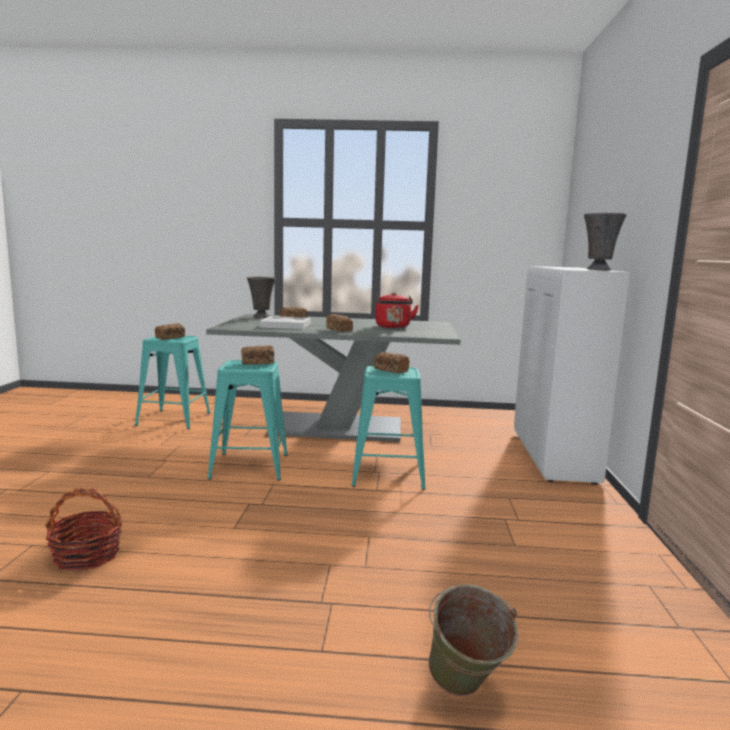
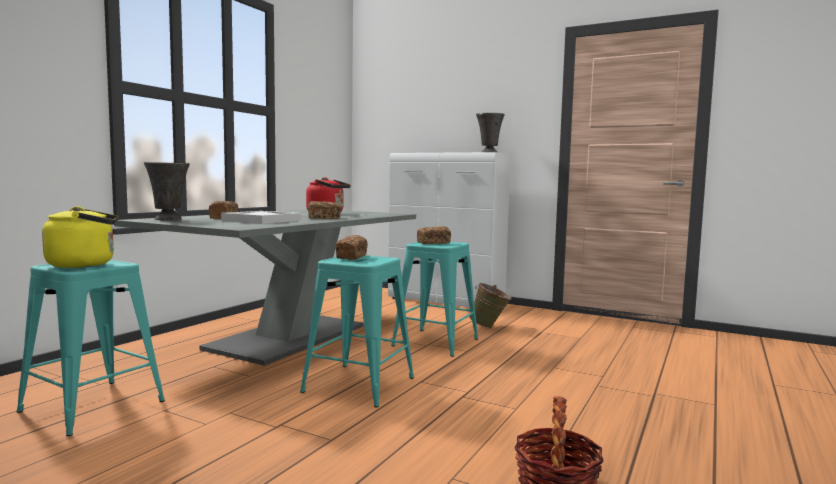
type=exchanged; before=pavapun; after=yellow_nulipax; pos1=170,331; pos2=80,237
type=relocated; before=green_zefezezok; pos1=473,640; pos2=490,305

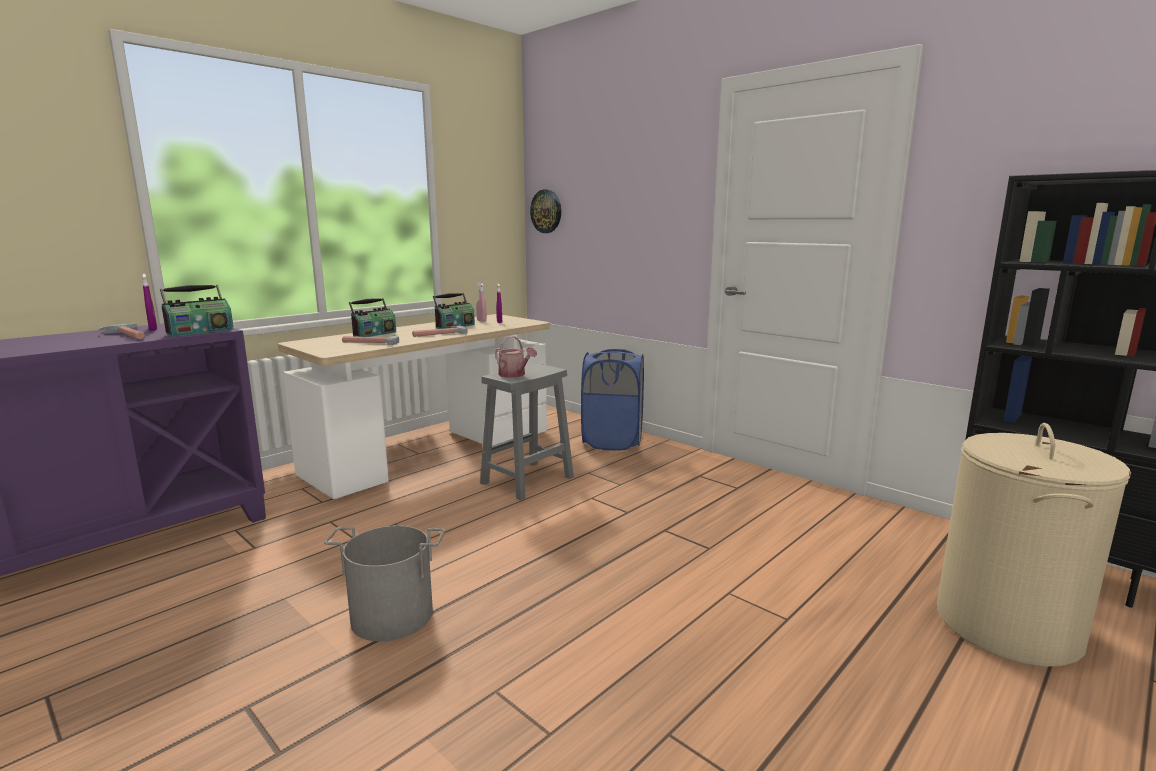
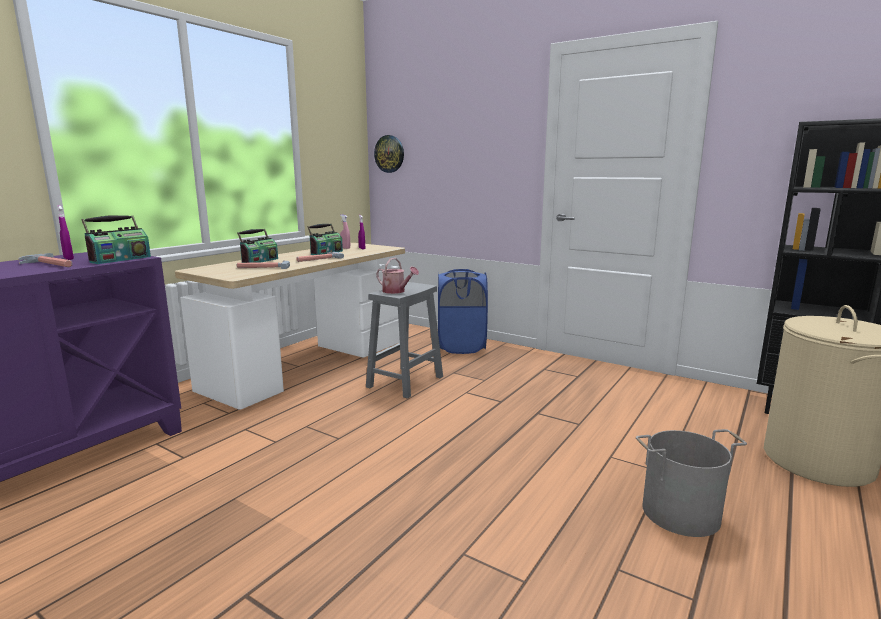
type=relocated; before=grey_zefezezok; pos1=384,583; pos2=691,483

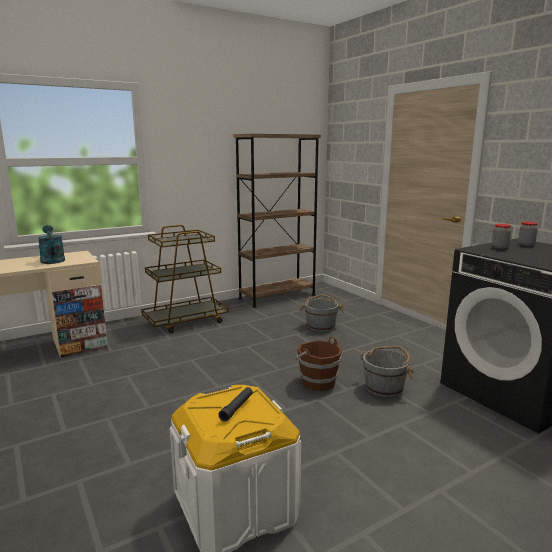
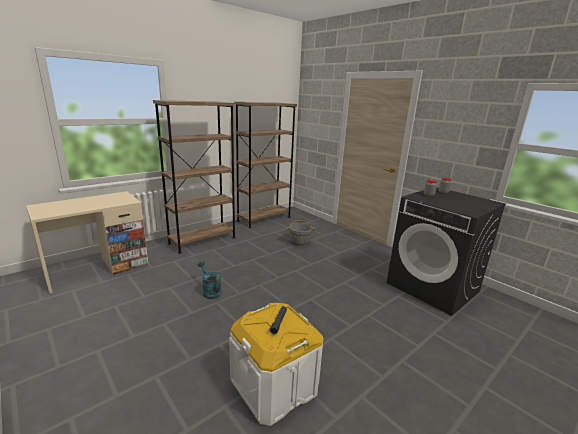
type=relocated; before=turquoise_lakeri; pos1=51,244; pos2=209,280
type=exchanged; before=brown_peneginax; after=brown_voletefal; pos1=185,279; pos2=194,177
type=missing; before=brown_zefezezok; pos1=318,364
type=missing; before=grey_zefezezok; pos1=387,371

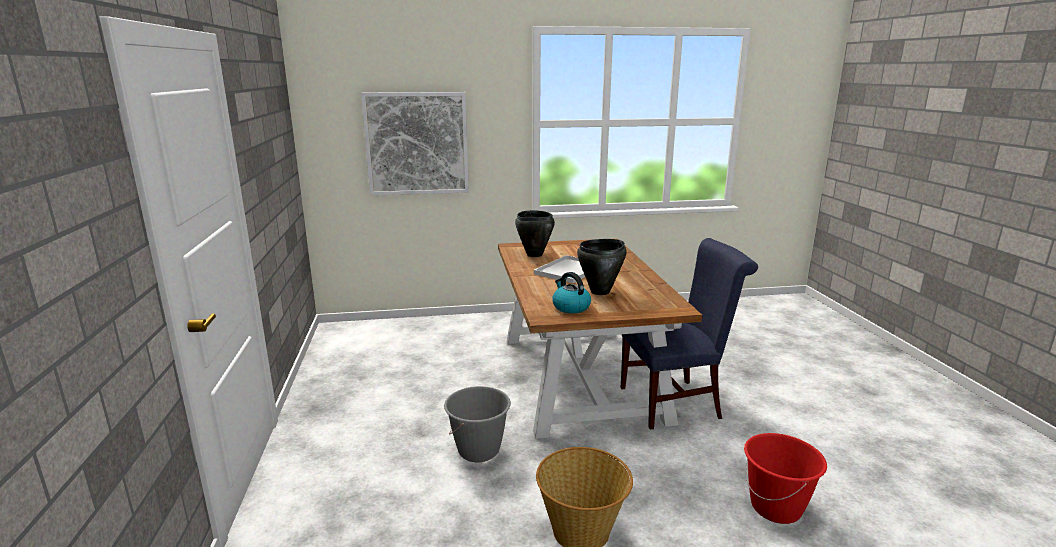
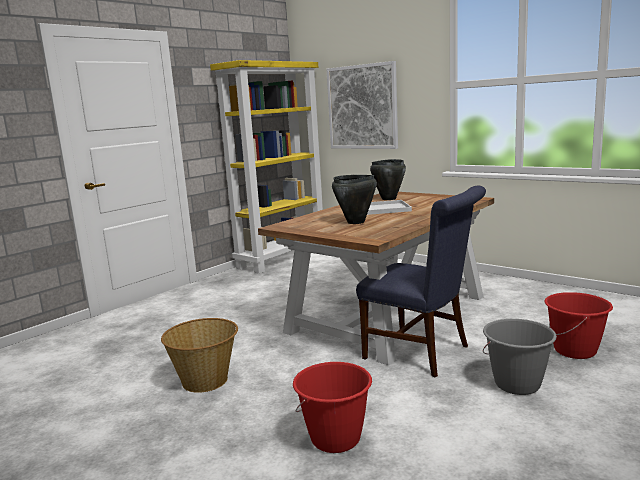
type=missing; before=nulipax; pos1=571,292
type=relocated; before=grey_zefezezok; pos1=477,424; pos2=520,357
type=appeared; after=yellow_voletefal; pos2=266,167
type=appeared; after=red_zefezezok; pos2=579,325

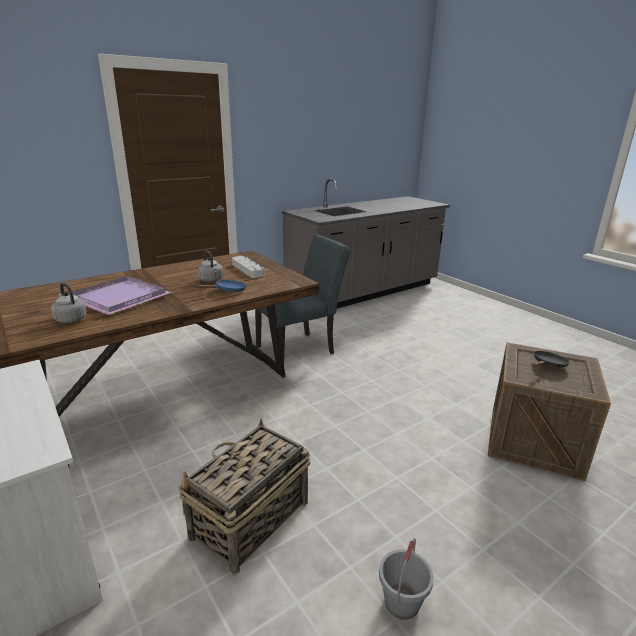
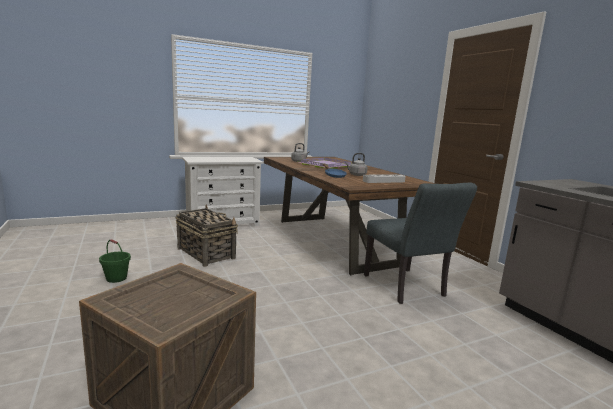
type=missing; before=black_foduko; pos1=550,359
type=colour; before=grey_zefezezok; after=green_zefezezok; pos1=406,579; pos2=115,261

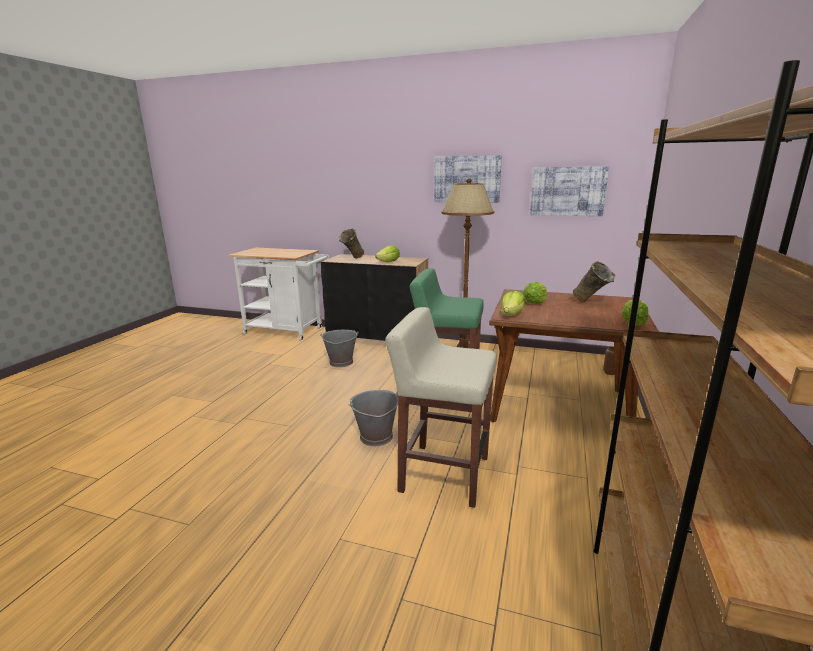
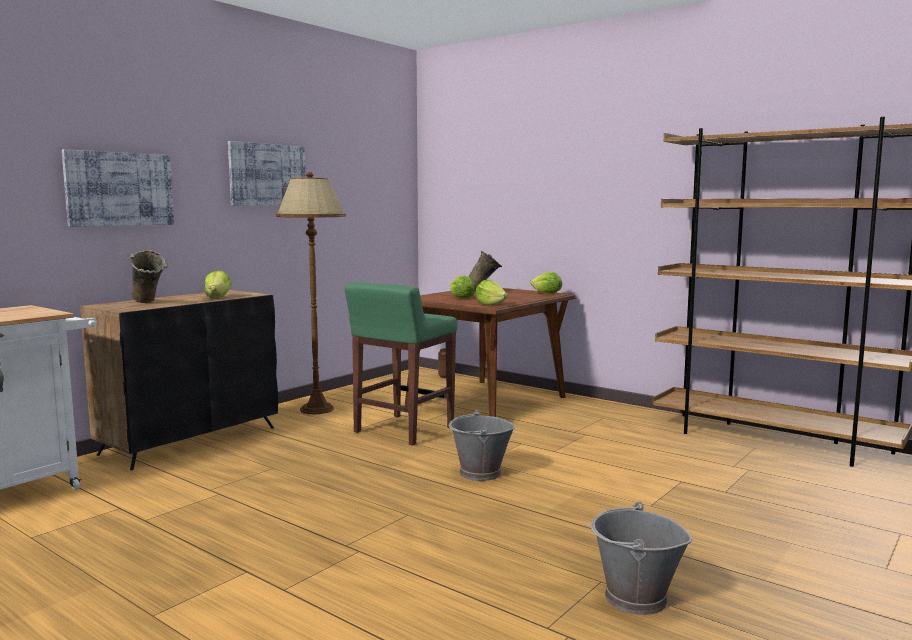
type=relocated; before=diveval; pos1=569,191; pos2=118,188
type=missing; before=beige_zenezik; pos1=441,407
type=relocated; before=grey_zefezezok; pos1=339,348; pos2=641,558

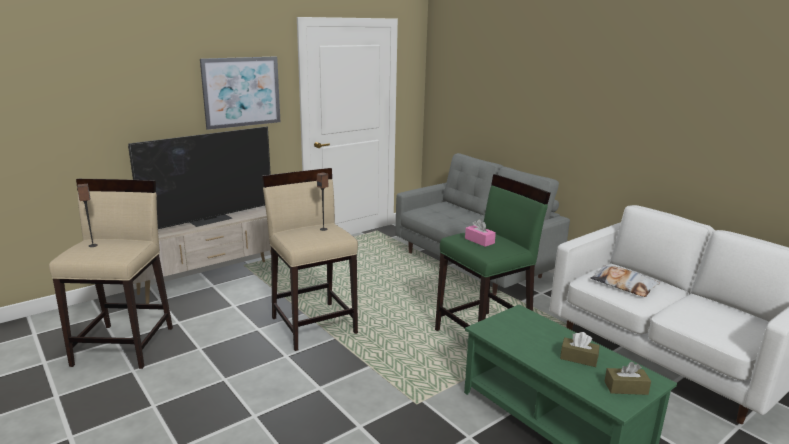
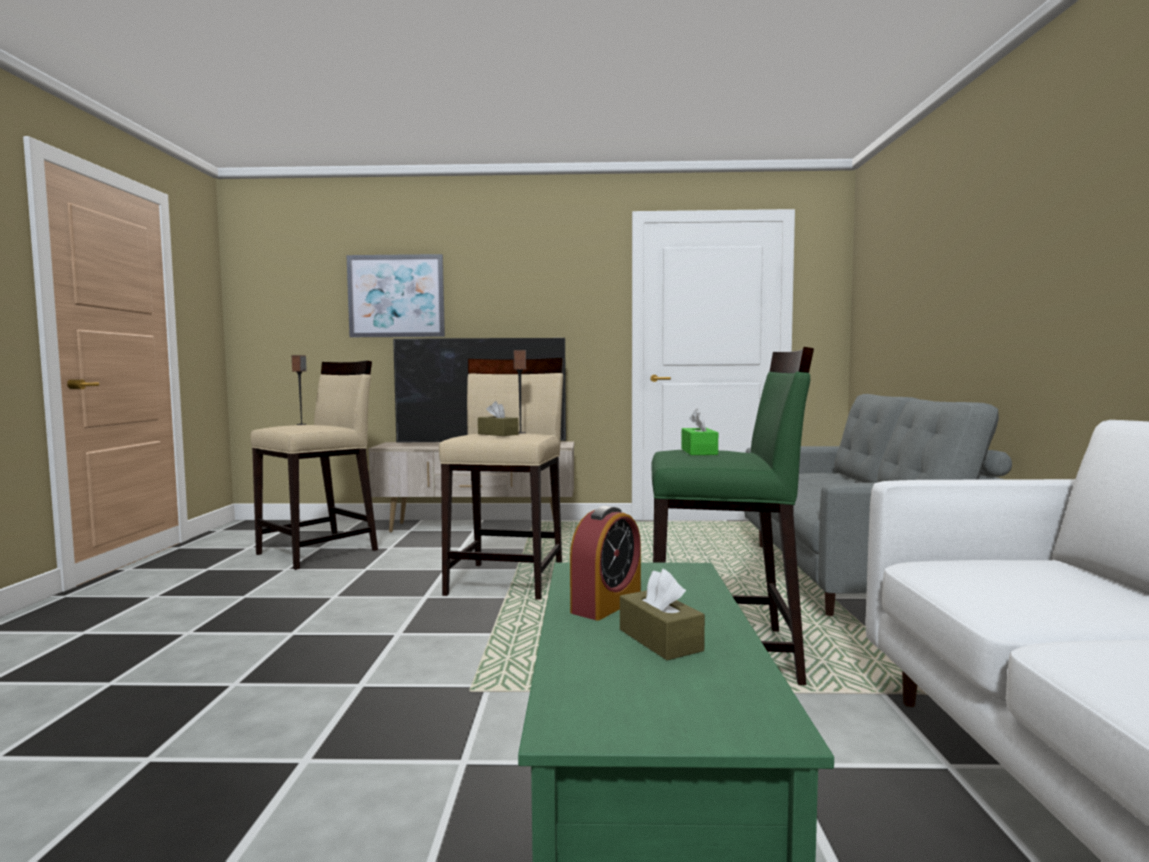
type=relocated; before=diveval; pos1=240,93; pos2=395,295
type=colour; before=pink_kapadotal; after=green_kapadotal; pos1=480,233; pos2=699,432
type=missing; before=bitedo; pos1=625,281
type=relocated; before=brown_kapadotal; pos1=627,378; pos2=498,418
type=appeared; after=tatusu; pos2=605,563

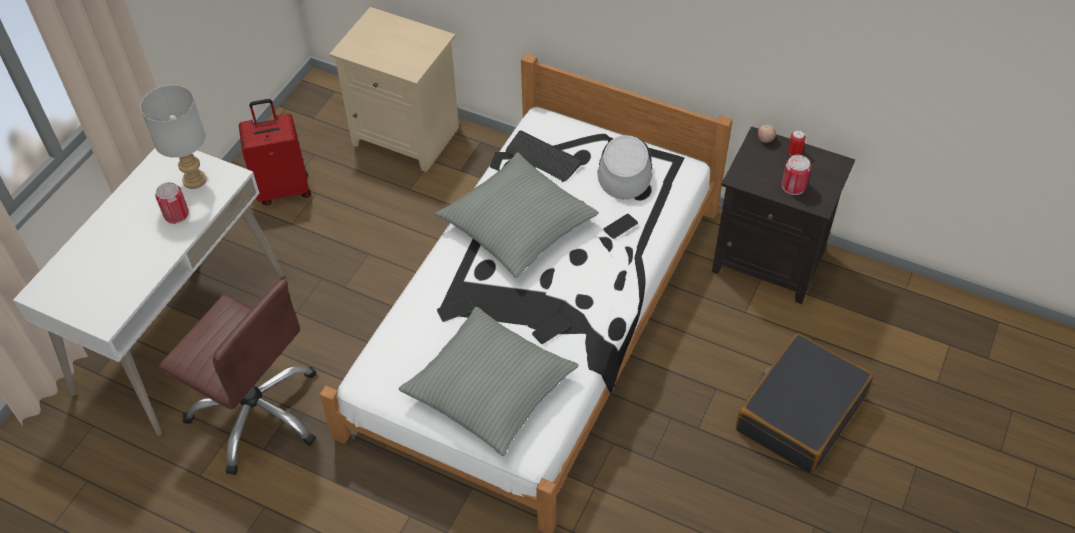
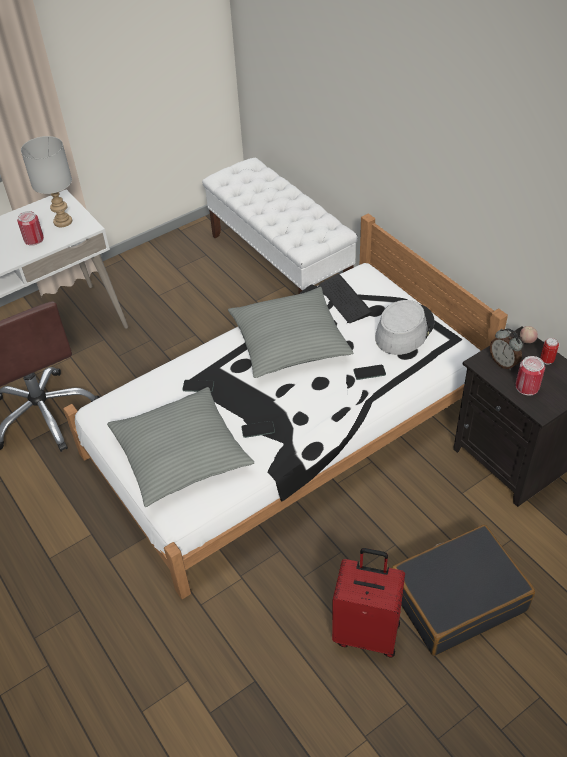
type=exchanged; before=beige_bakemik; after=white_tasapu; pos1=394,89; pos2=280,225
type=relocated; before=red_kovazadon; pos1=275,152; pos2=368,603
type=appeared; after=tatusu; pos2=506,349

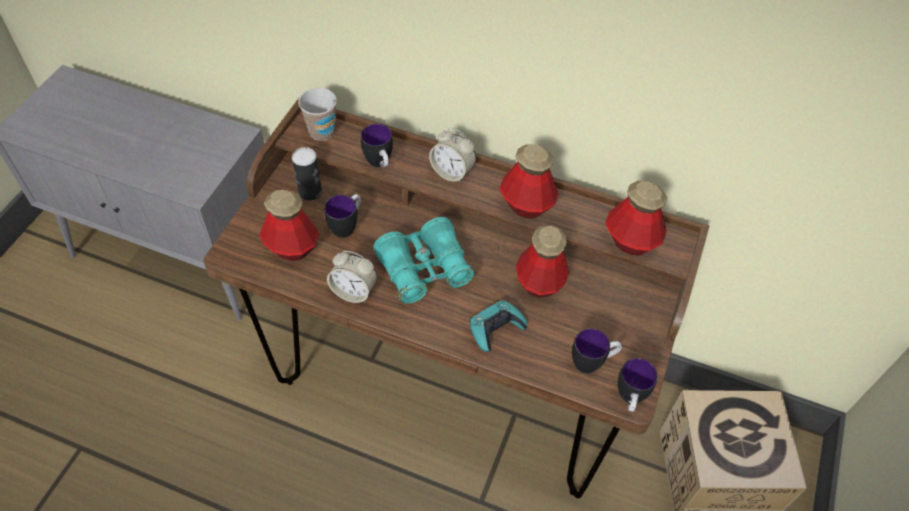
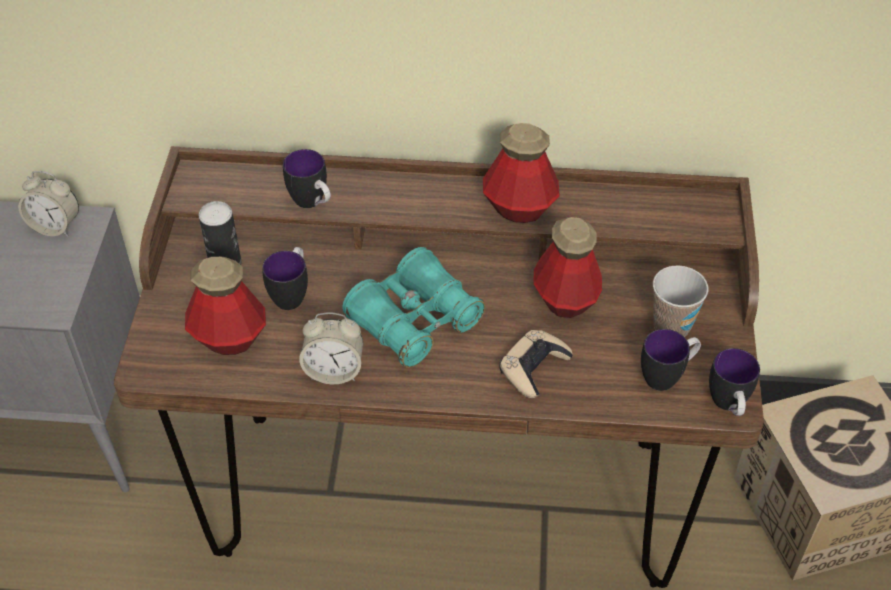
type=relocated; before=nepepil; pos1=317,114; pos2=680,301
type=relocated; before=tatusu; pos1=452,156; pos2=48,203
type=missing; before=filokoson; pos1=636,218
type=colour; before=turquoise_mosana; after=beige_mosana; pos1=499,326; pos2=536,364

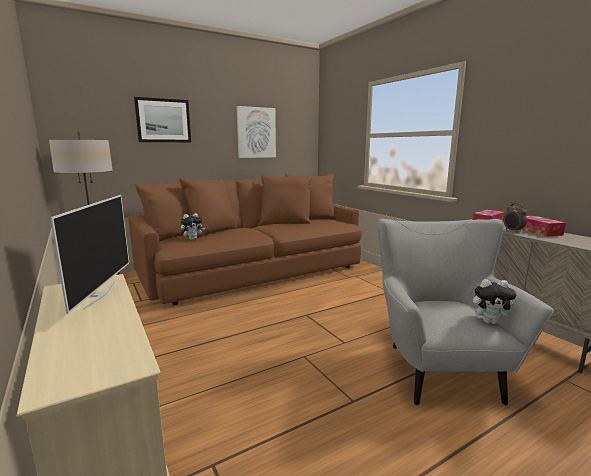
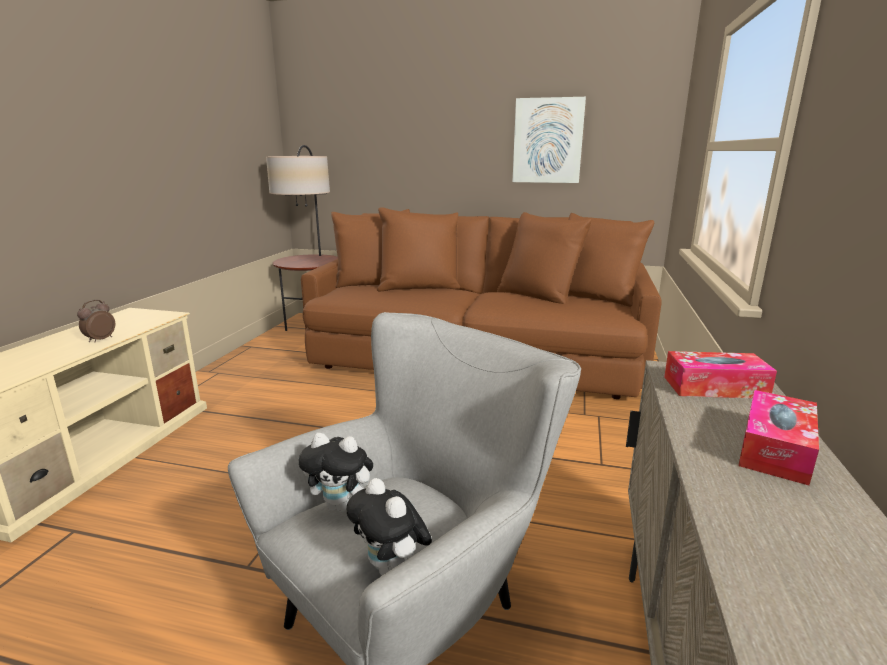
type=missing; before=diveval; pos1=162,119
type=missing; before=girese; pos1=89,254
type=relocated; before=tatusu; pos1=515,218; pos2=96,320
type=relocated; before=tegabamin; pos1=193,226; pos2=336,472

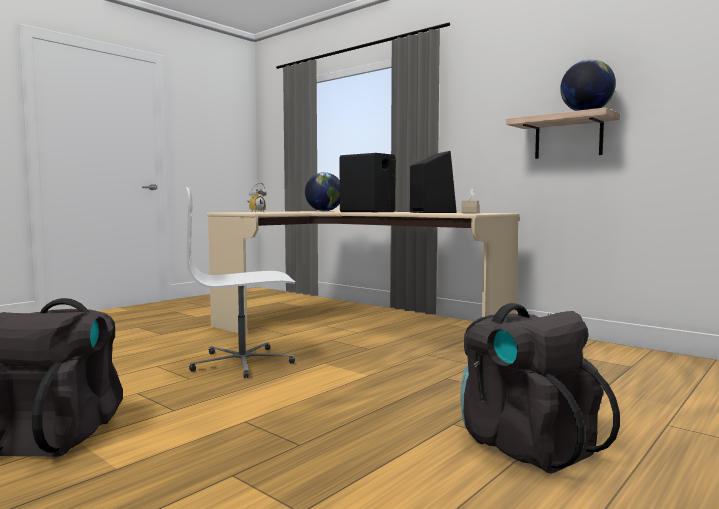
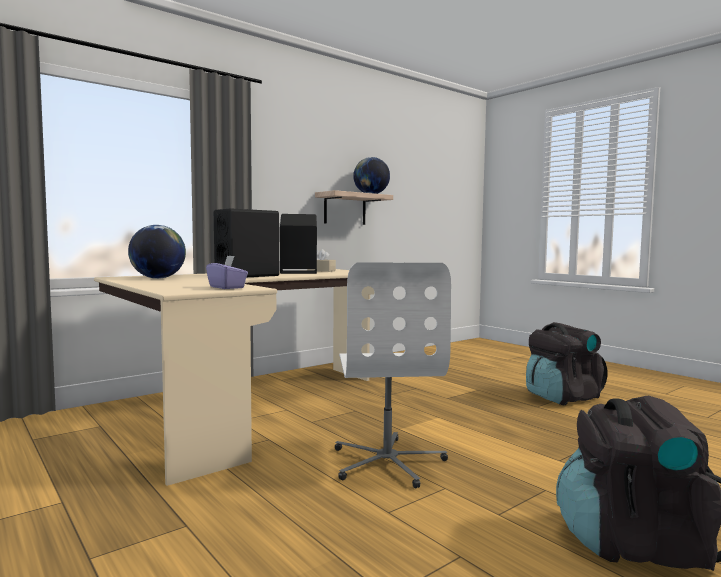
type=exchanged; before=tatusu; after=purple_kapadotal; pos1=257,197; pos2=227,272

